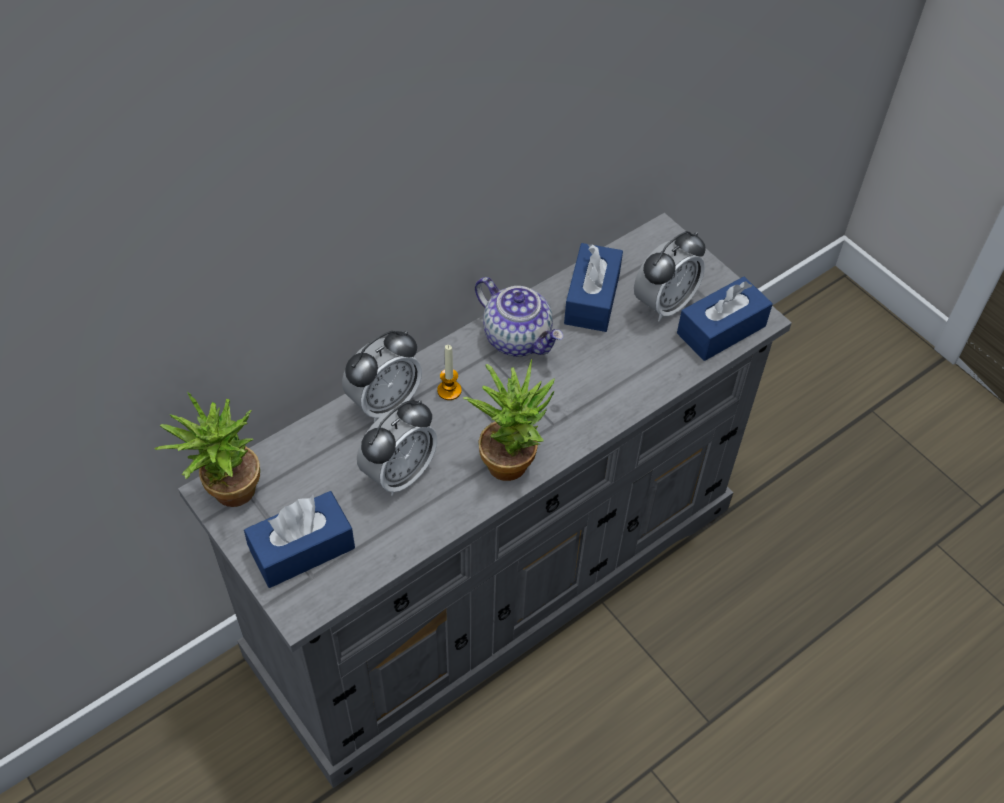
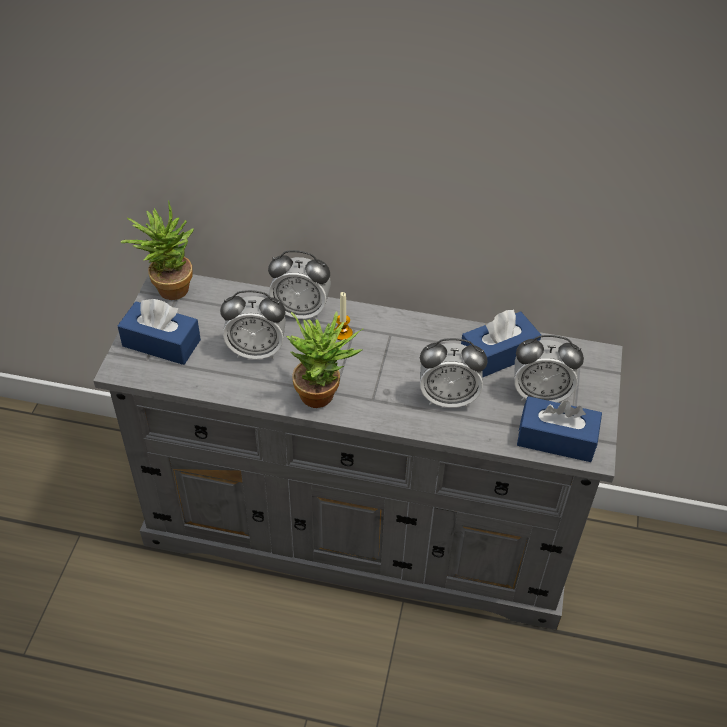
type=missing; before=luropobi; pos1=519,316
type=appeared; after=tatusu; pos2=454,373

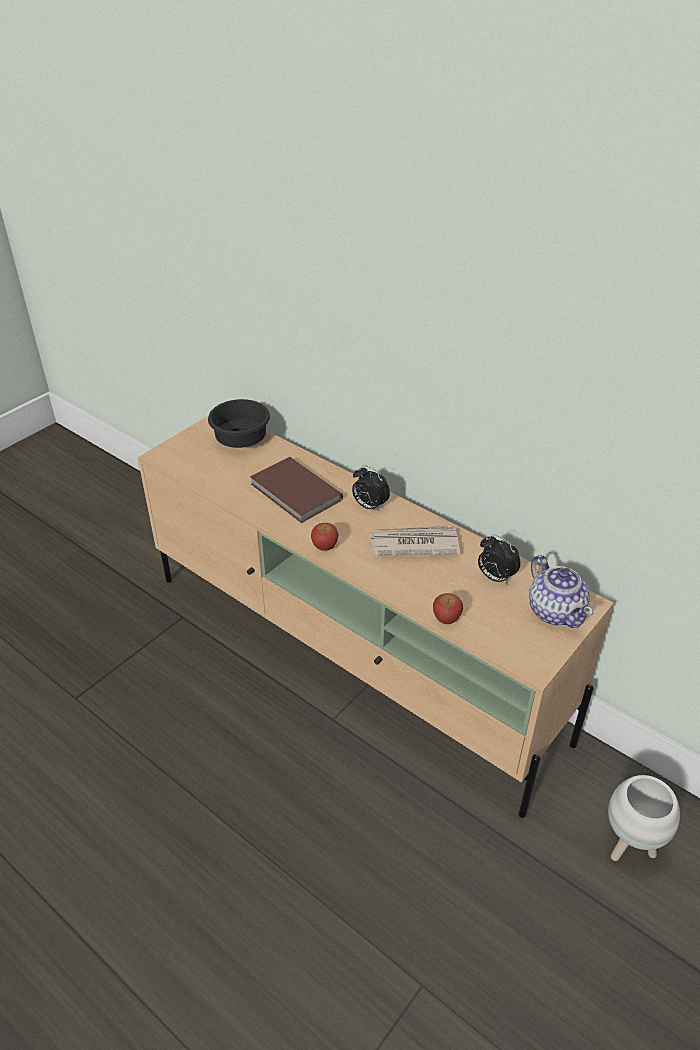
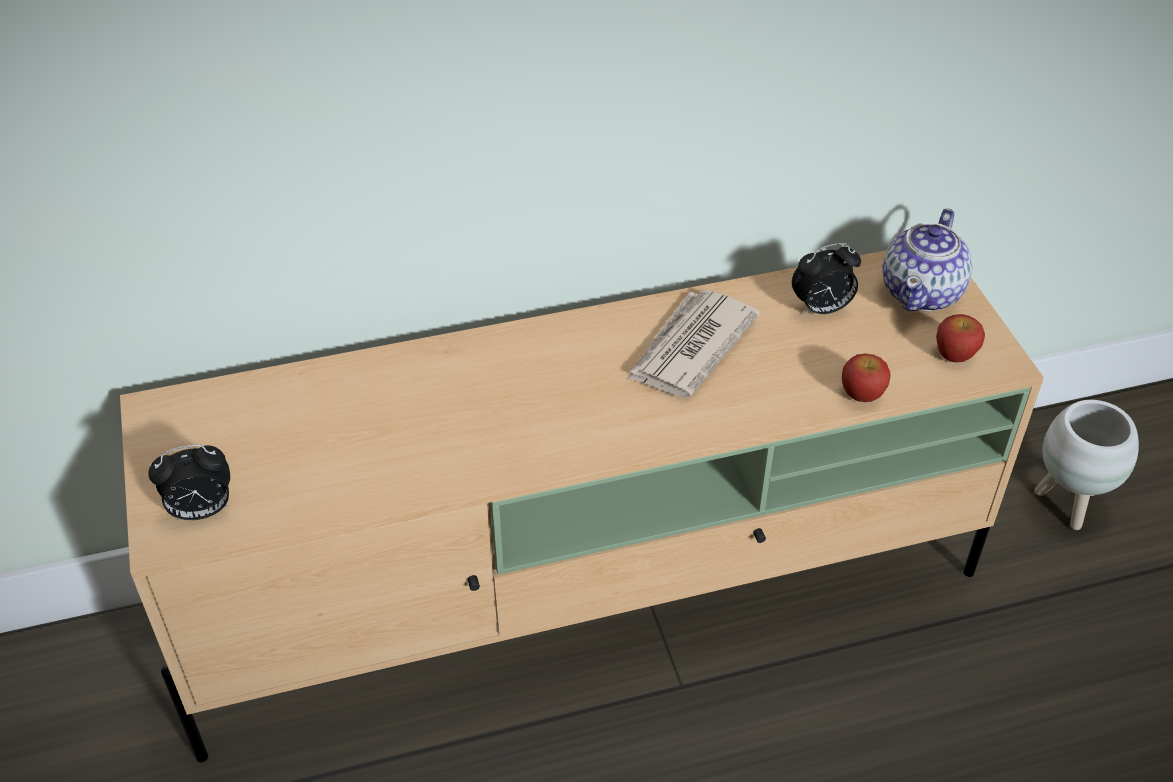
type=missing; before=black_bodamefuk; pos1=239,423
type=missing; before=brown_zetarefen; pos1=296,490
type=relocated; before=tatusu; pos1=371,488; pos2=189,482
type=relocated; before=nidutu; pos1=324,537; pos2=960,338
type=spun; before=luropobi; pos1=561,591; pos2=927,259; turn=105

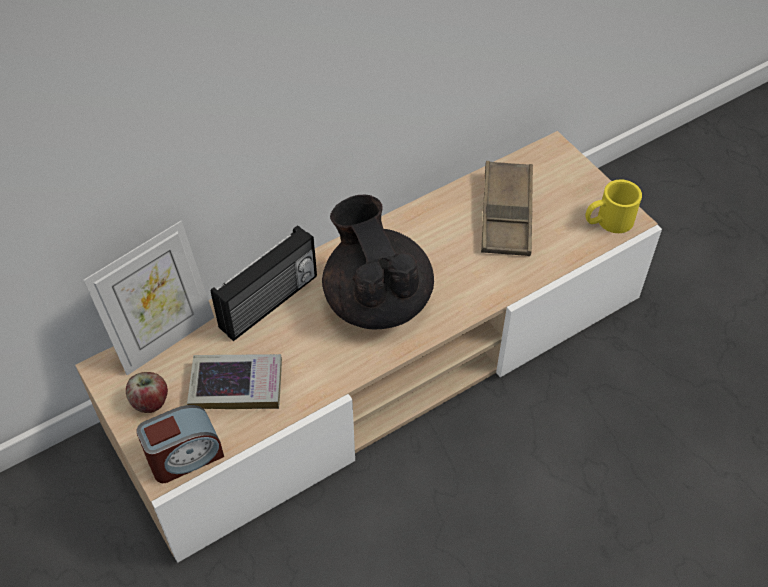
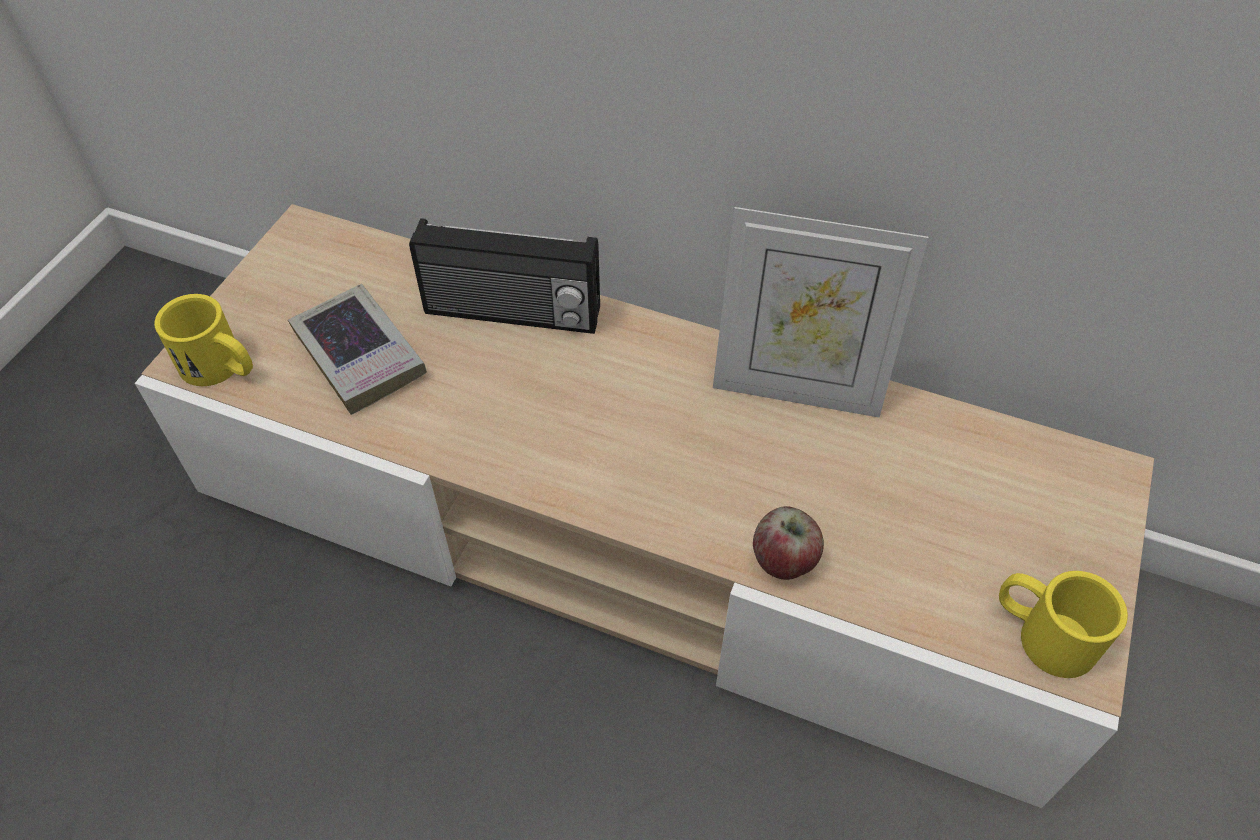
type=missing; before=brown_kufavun; pos1=507,208
type=missing; before=black_luropobi; pos1=378,262
type=relocated; before=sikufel; pos1=149,298; pos2=820,312
type=relocated; before=nidutu; pos1=147,392; pos2=788,543
type=exchanged; before=tatusu; after=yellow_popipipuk; pos1=180,444; pos2=203,340

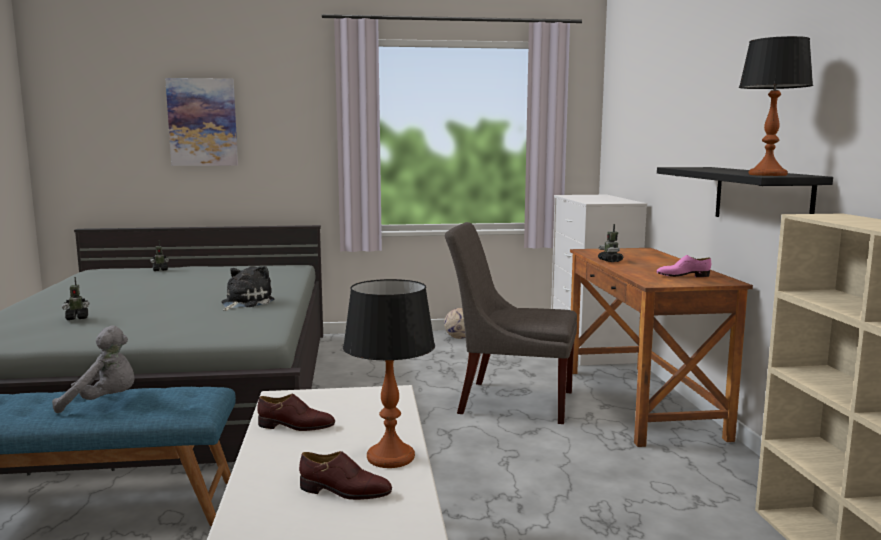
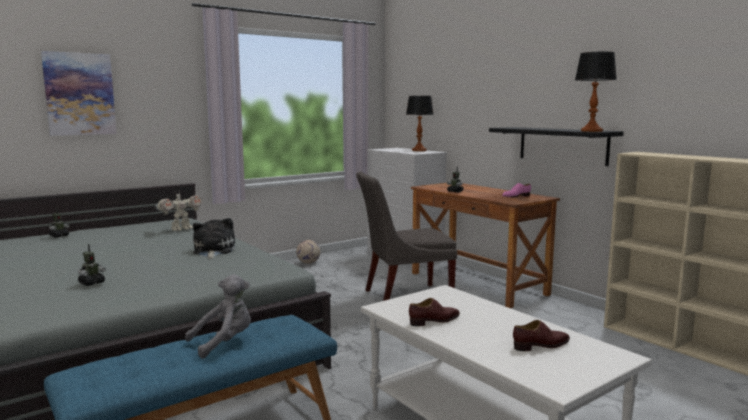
type=relocated; before=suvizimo; pos1=389,373; pos2=420,123
type=appeared; after=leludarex; pos2=178,211

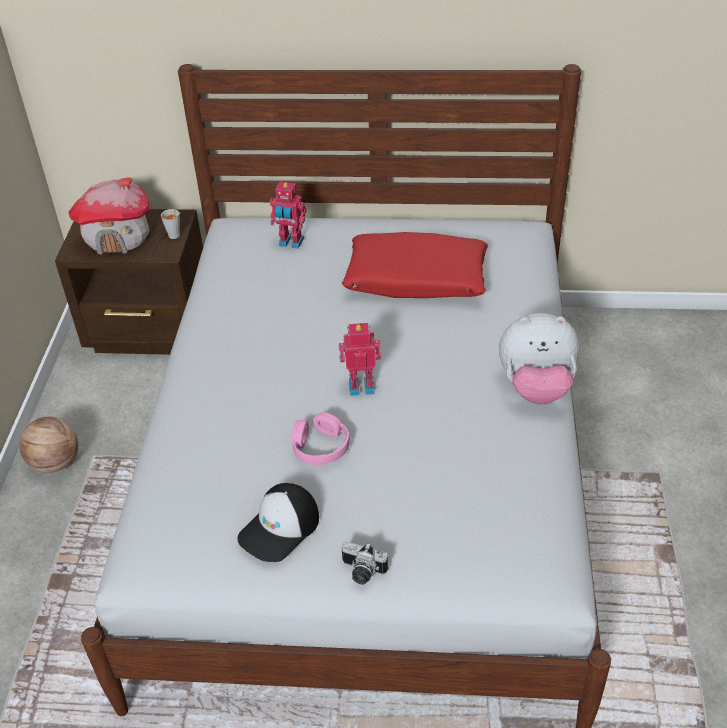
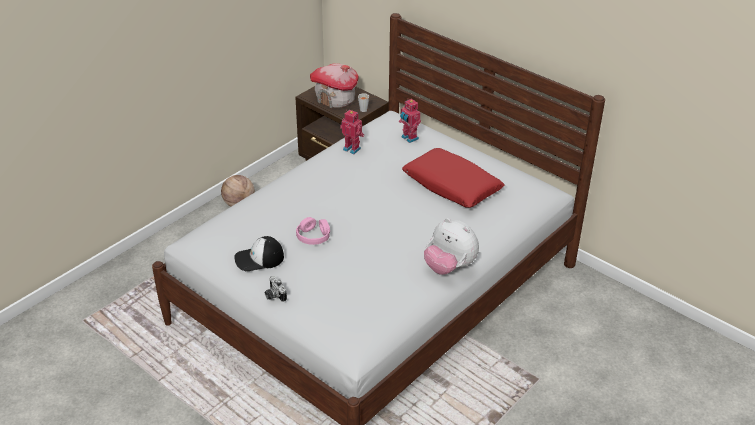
type=relocated; before=leludarex; pos1=360,359; pos2=352,132

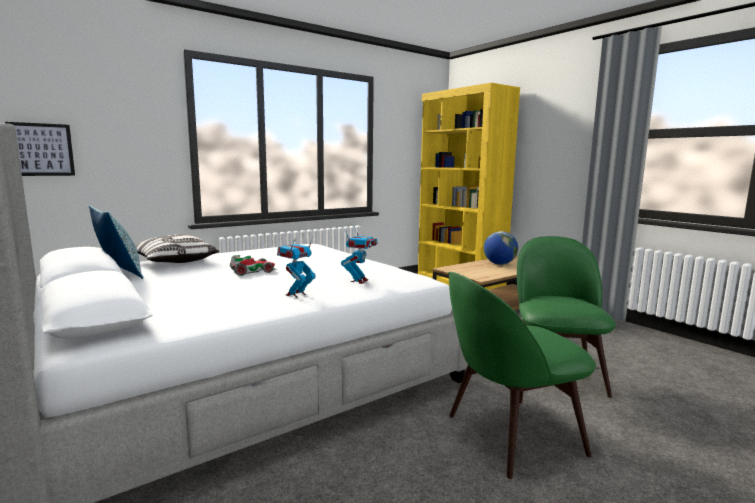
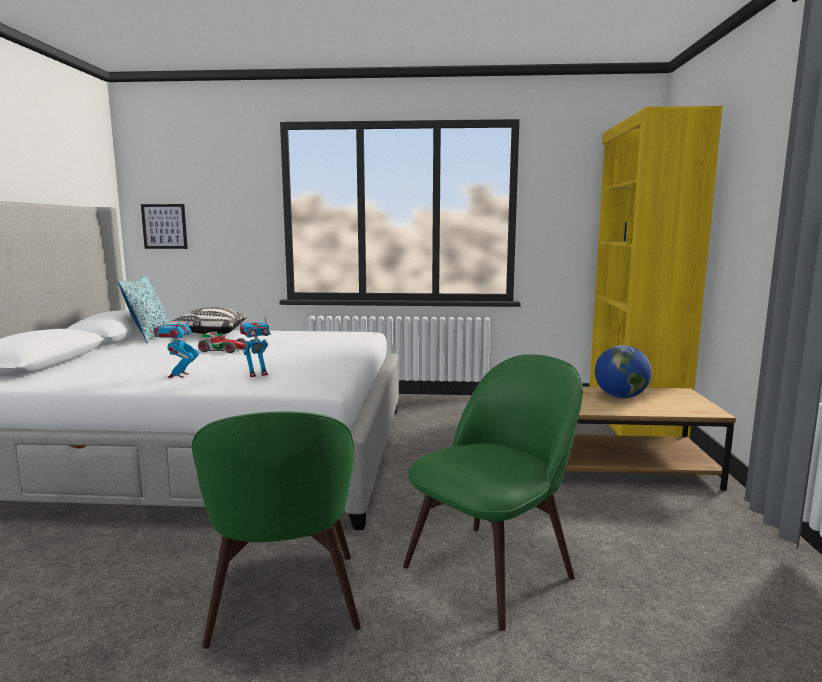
type=spun; before=leludarex; pos1=296,268; pos2=176,346; turn=-75
type=spun; before=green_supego; pos1=522,375; pos2=276,530; turn=-120

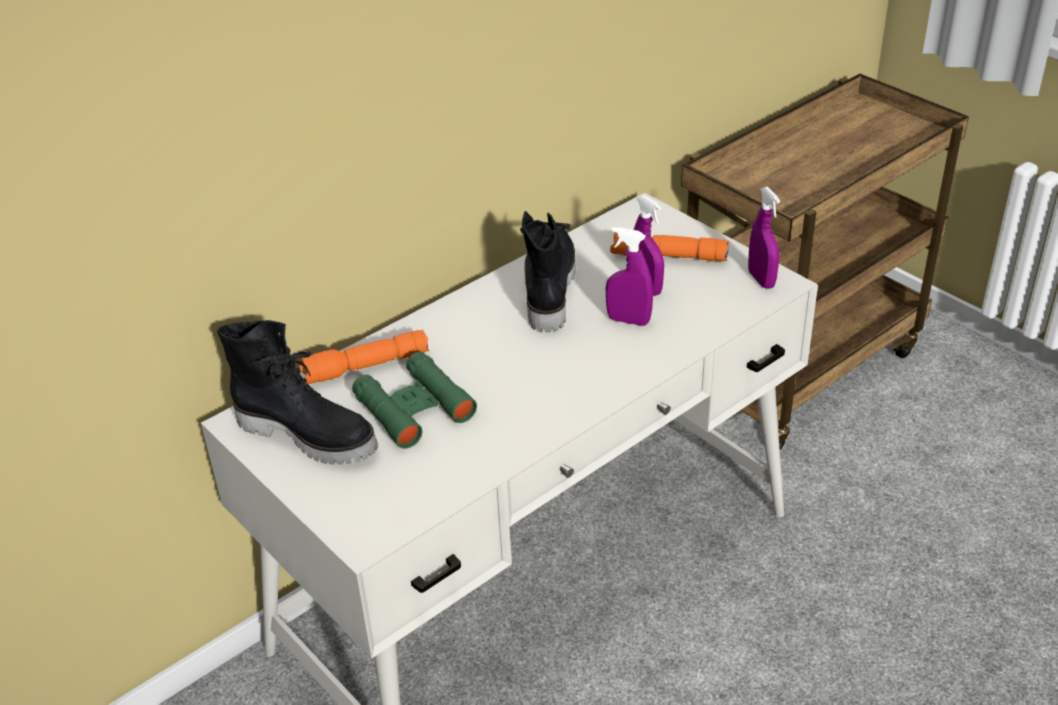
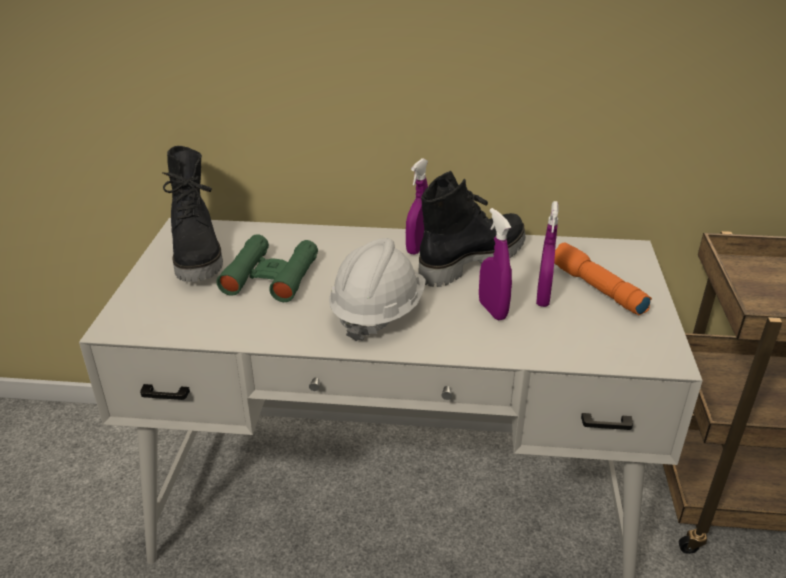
type=relocated; before=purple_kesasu; pos1=764,238; pos2=417,206
type=missing; before=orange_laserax; pos1=364,357
type=appeared; after=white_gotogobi; pos2=377,289

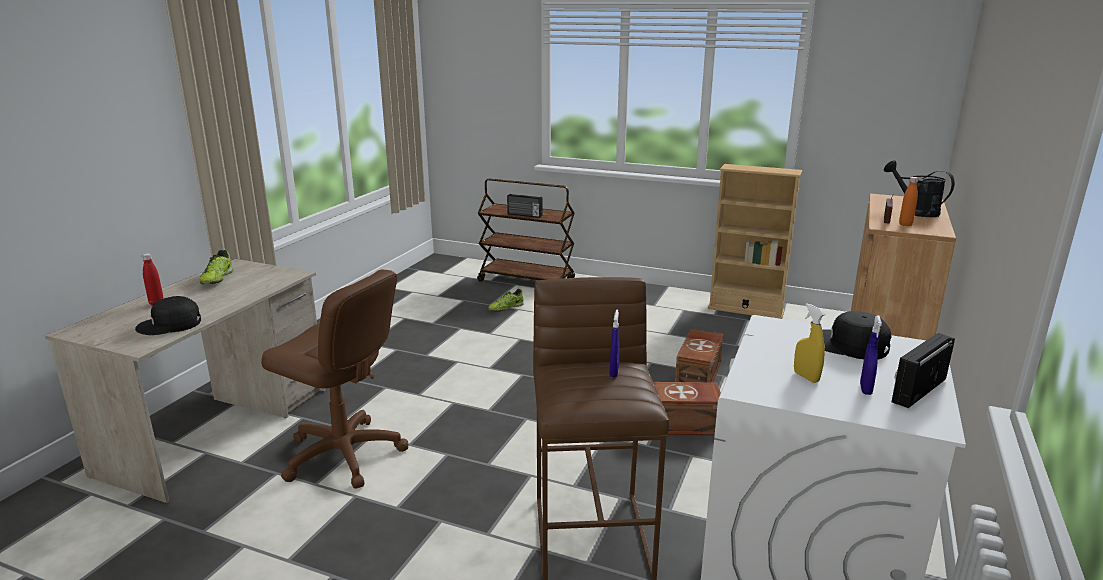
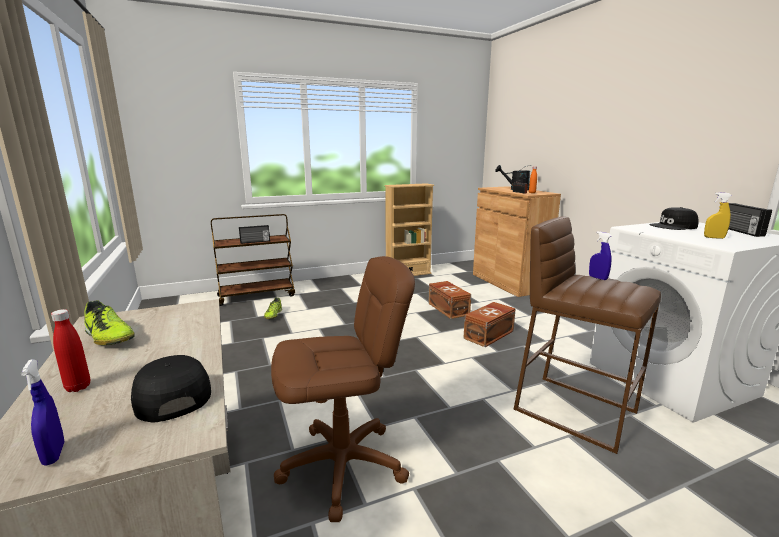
type=spun; before=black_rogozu; pos1=168,315; pos2=171,388; turn=120
type=relocated; before=blue_kesasu; pos1=871,355; pos2=43,412

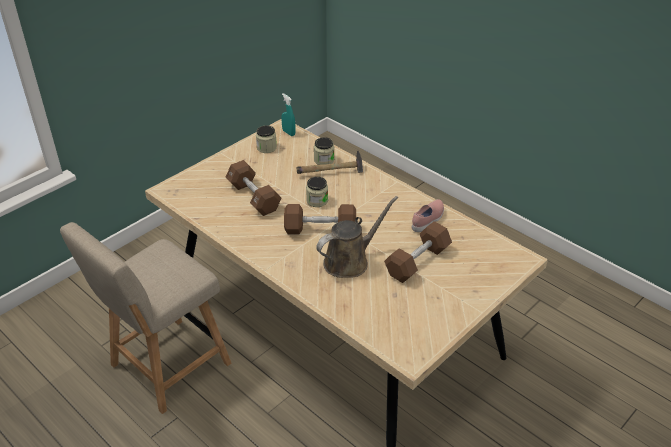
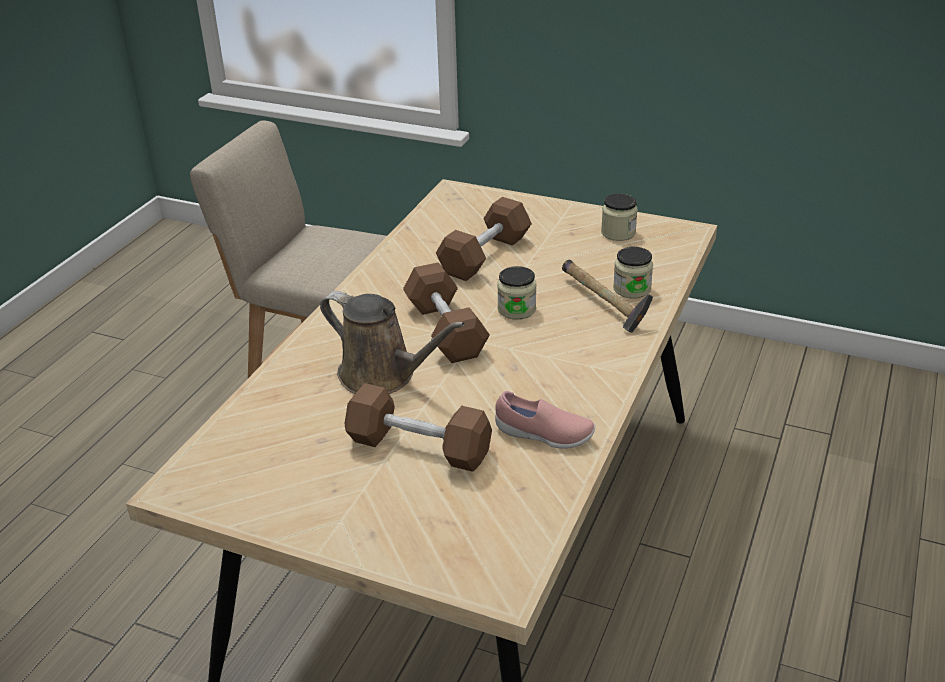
type=missing; before=turquoise_kesasu; pos1=288,114

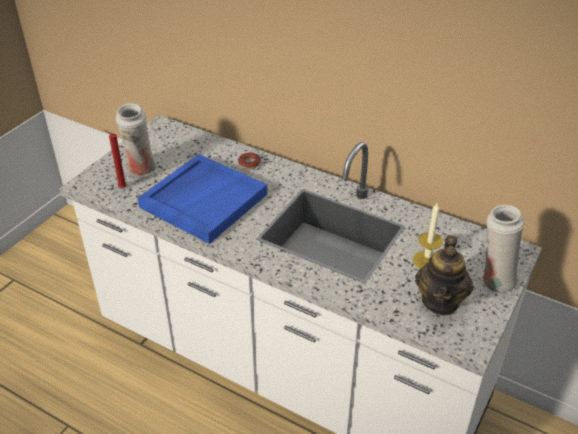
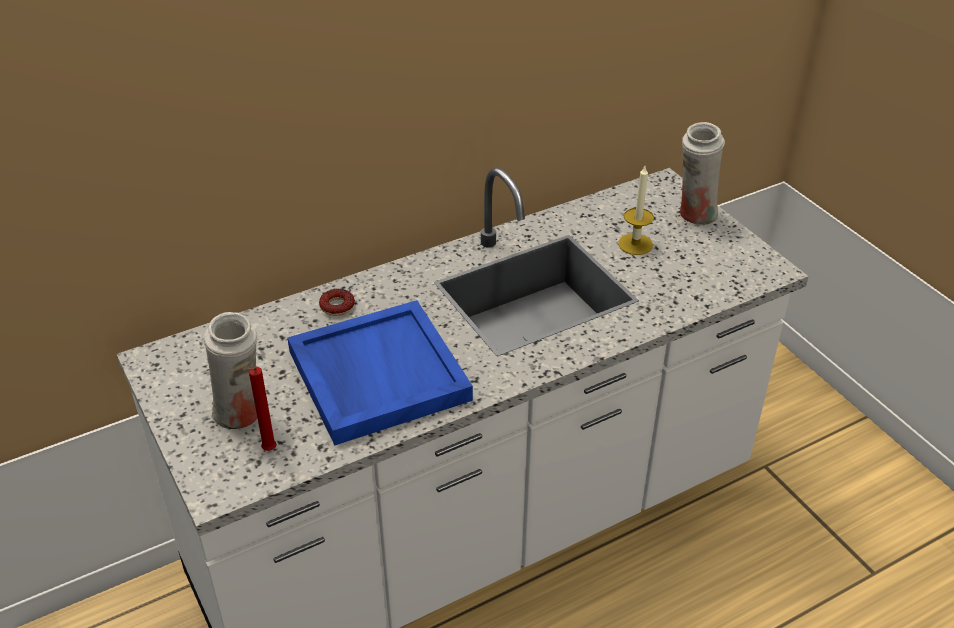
type=missing; before=luropobi; pos1=444,275

